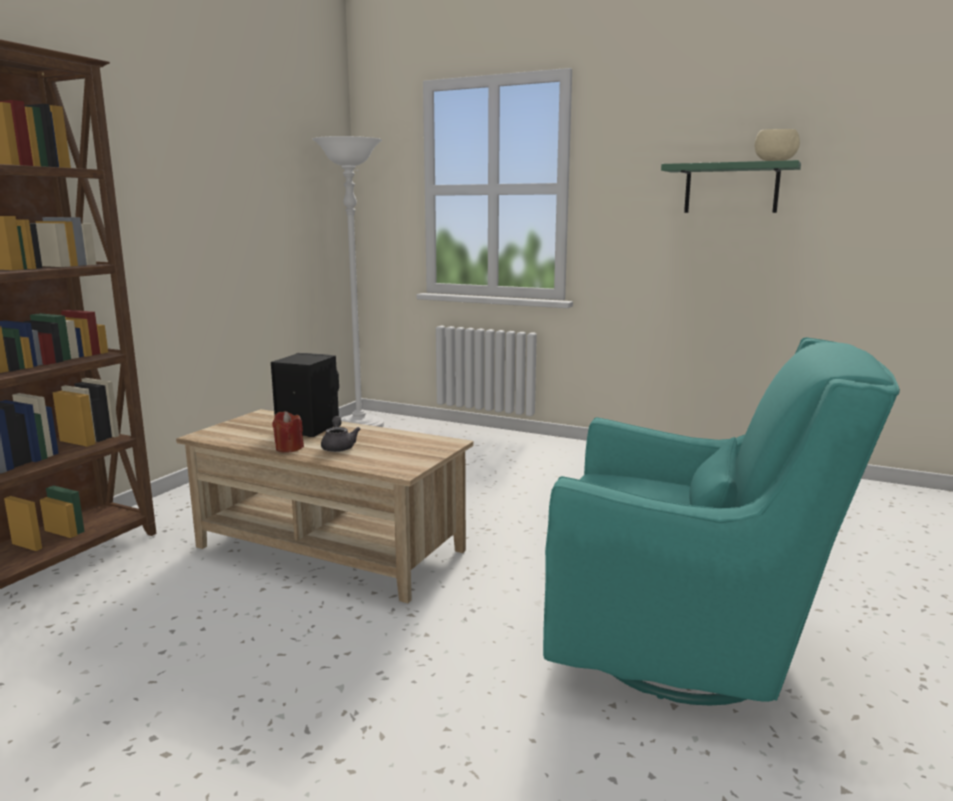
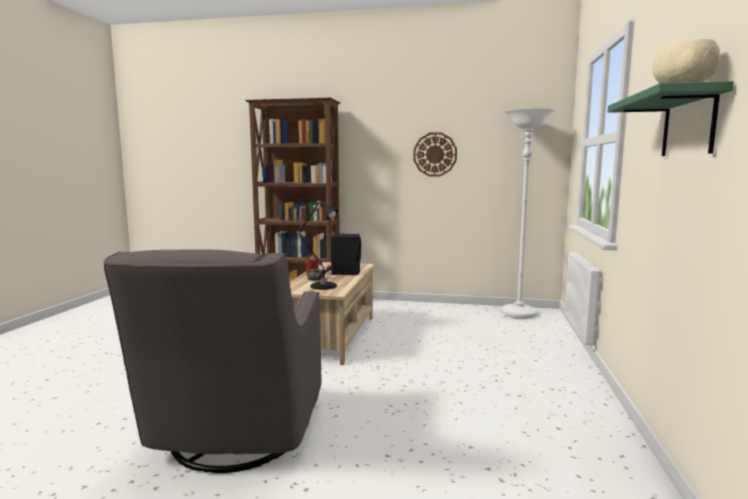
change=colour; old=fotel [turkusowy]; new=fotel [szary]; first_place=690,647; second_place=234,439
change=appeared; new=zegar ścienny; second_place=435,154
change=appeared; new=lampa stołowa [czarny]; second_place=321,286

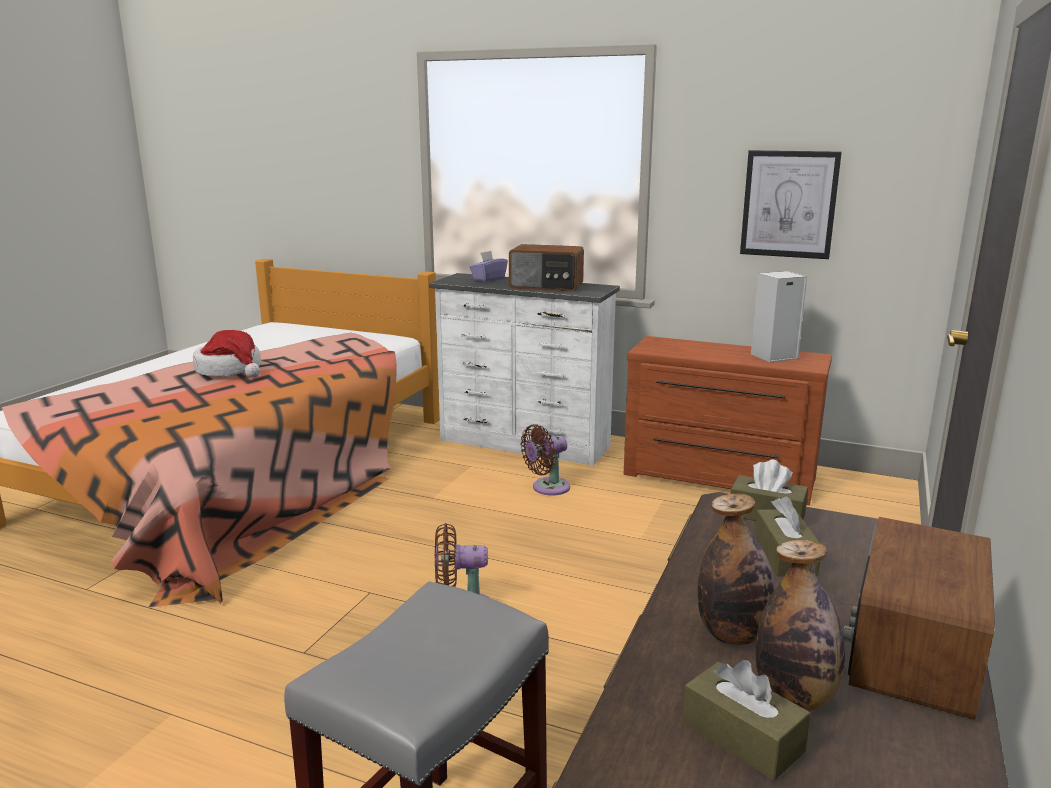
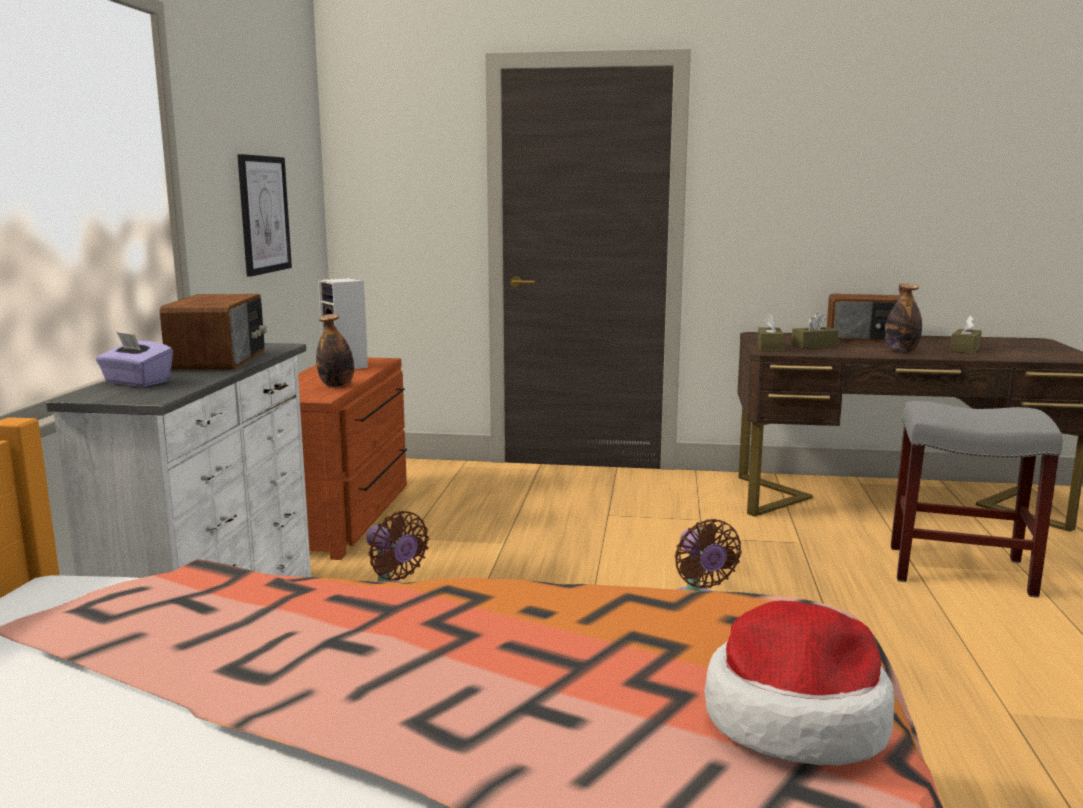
change=relocated; old=kapelusz; first_place=230,370; second_place=795,718
change=relocated; old=butelka; first_place=795,697; second_place=336,385

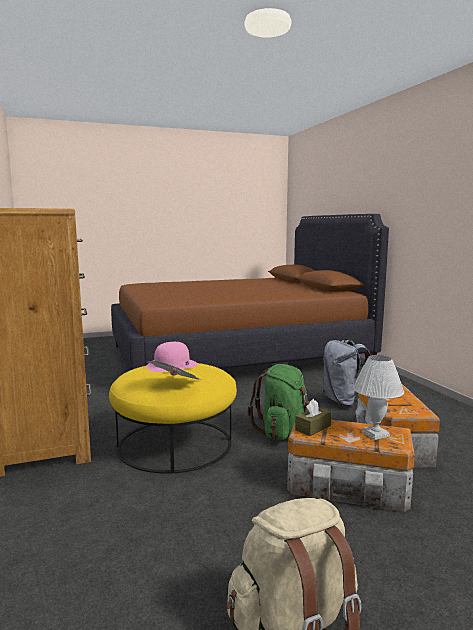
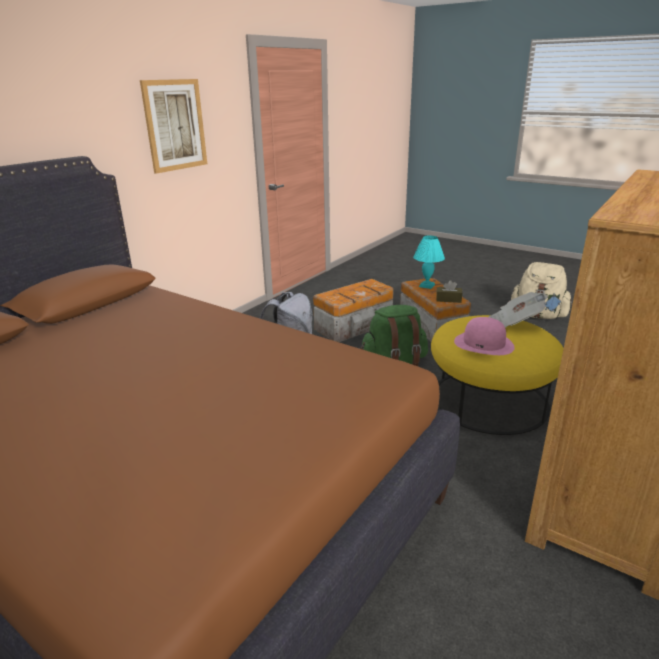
change=colour; old=lampa stołowa [biały]; new=lampa stołowa [turkusowy]; first_place=375,434; second_place=426,286
change=appeared; new=obraz; second_place=175,125

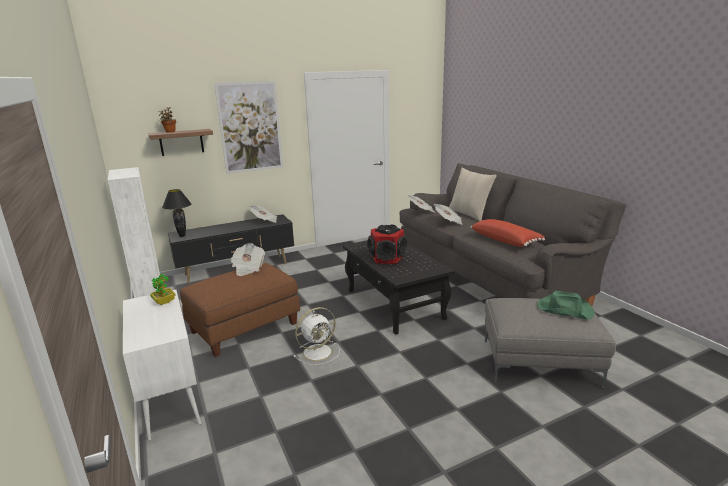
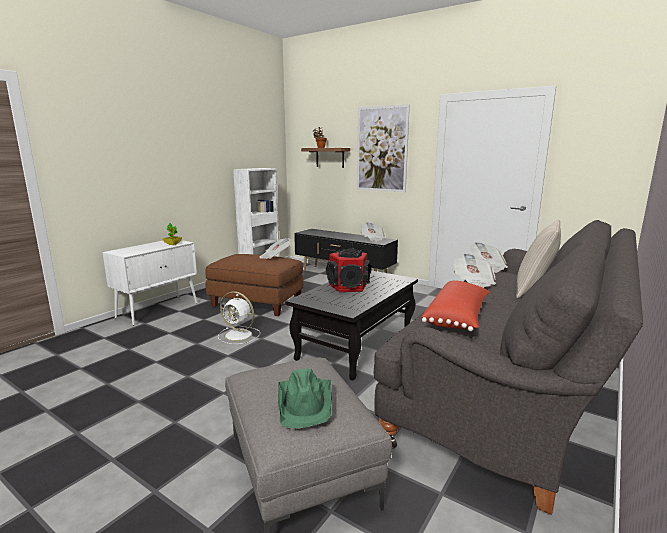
change=missing; old=lampa stołowa [czarny]; first_place=182,236

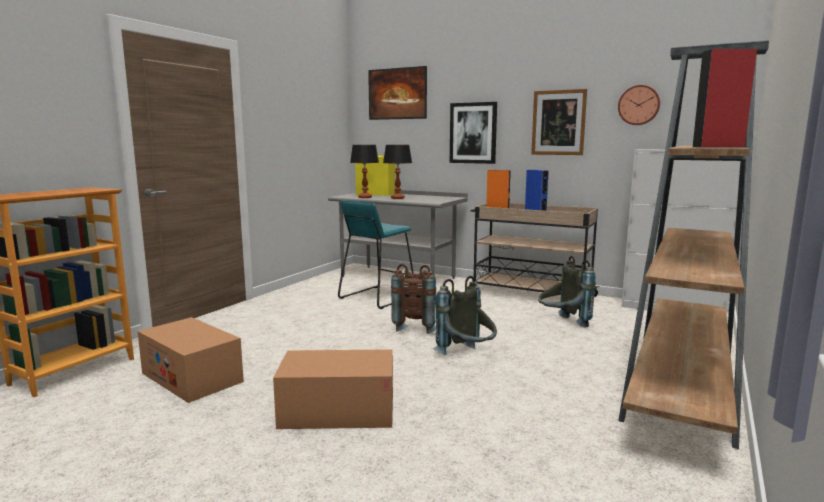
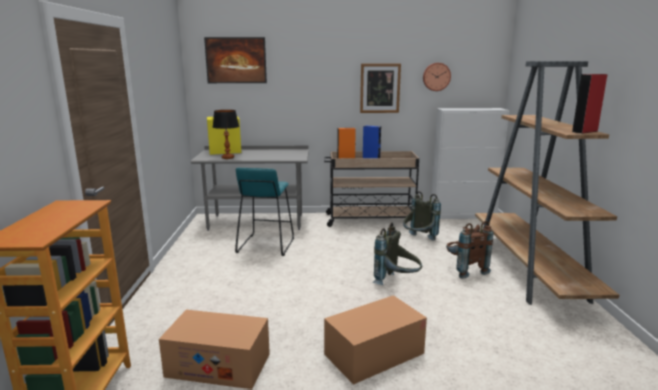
change=missing; old=obraz; first_place=473,133
change=missing; old=lampa stołowa; first_place=397,198
change=relocated; old=plecak [brązowy]; first_place=416,326; second_place=464,269

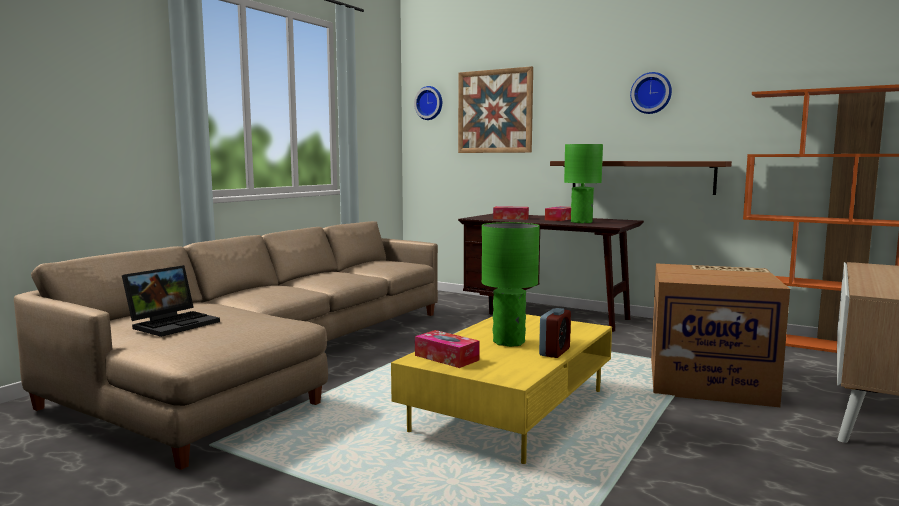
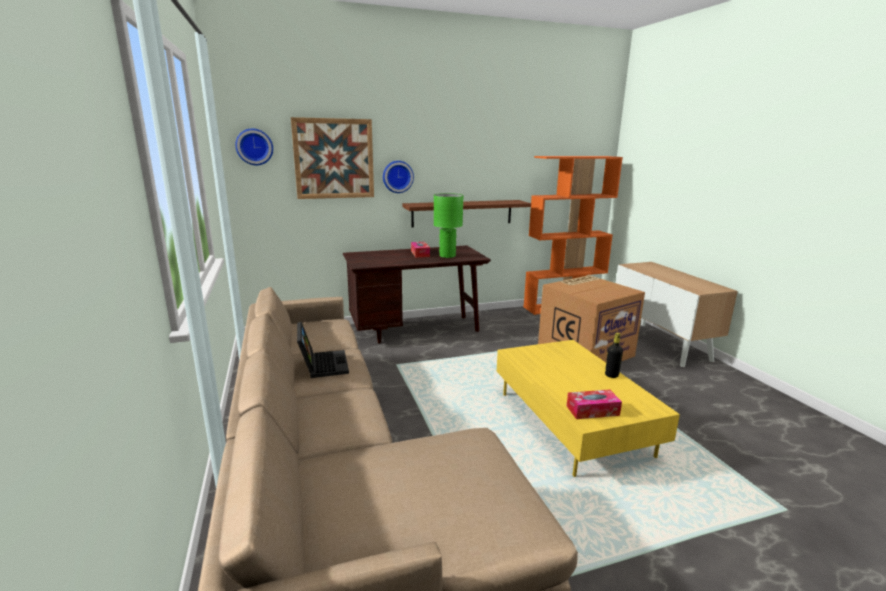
change=relocated; old=zegar ścienny; first_place=651,93; second_place=397,176
change=missing; old=pudełko chusteczek; first_place=510,218
change=missing; old=lampa stołowa [zielony]; first_place=509,342
change=relocated; old=laptop; first_place=174,323; second_place=322,364
change=exchanged; old=budzik; new=butelka [czarny]; first_place=554,352; second_place=611,375

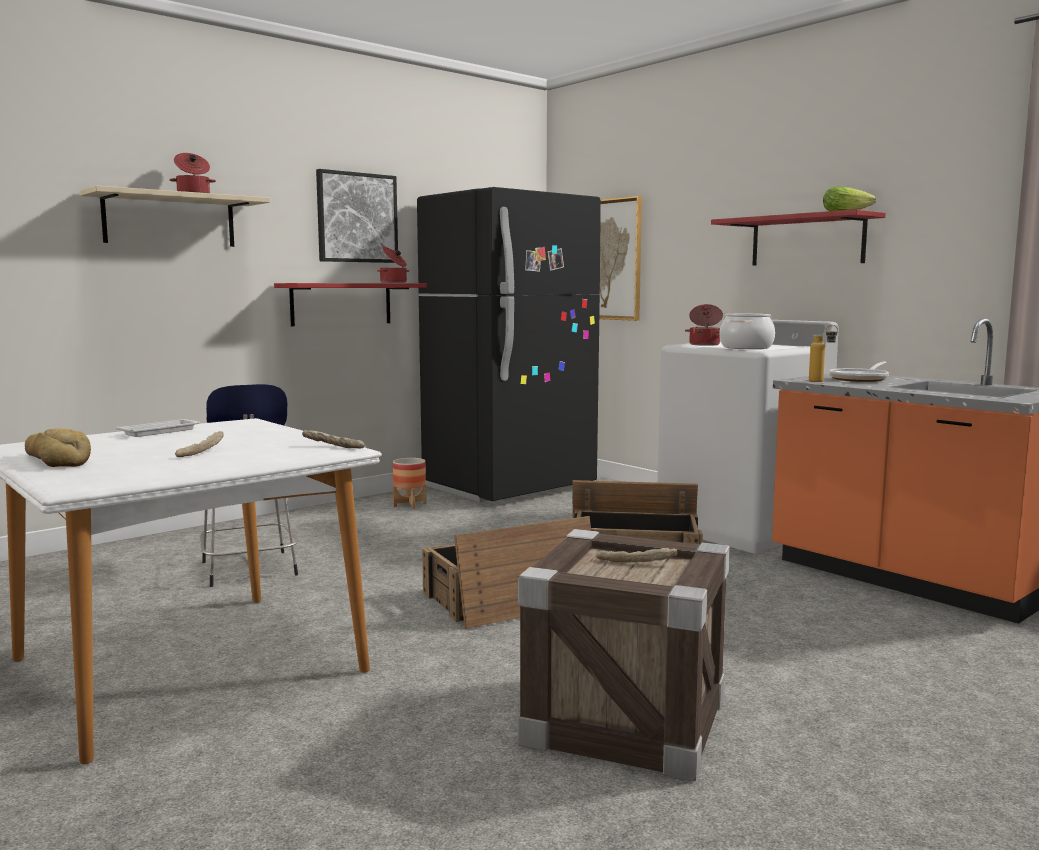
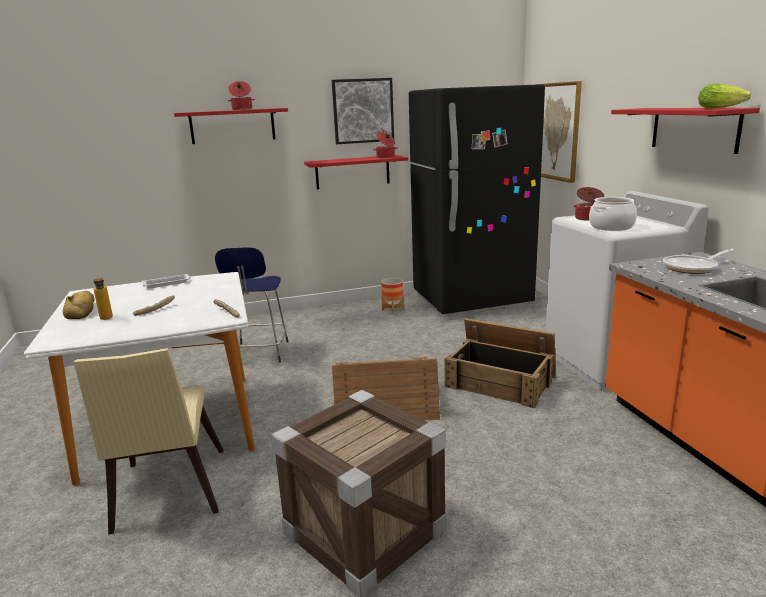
change=colour; old=półka [beżowy]; new=półka [czerwony]; first_place=170,220; second_place=232,126
change=relocated; old=butelka; first_place=821,381; second_place=106,319
change=missing; old=chleb; first_place=636,562
change=appeared; new=krzesło [beżowy]; second_place=168,494

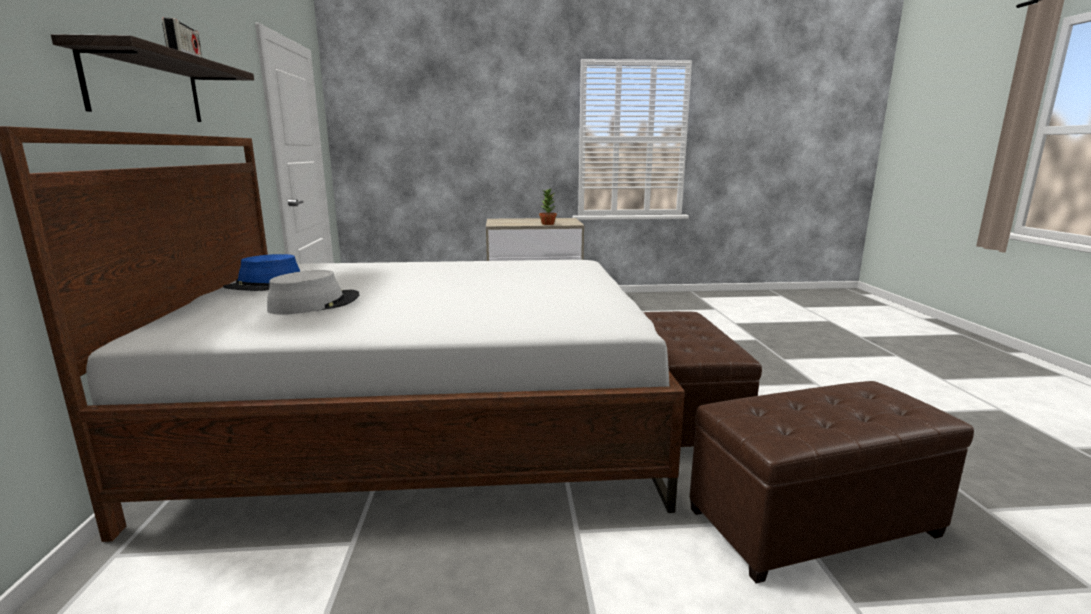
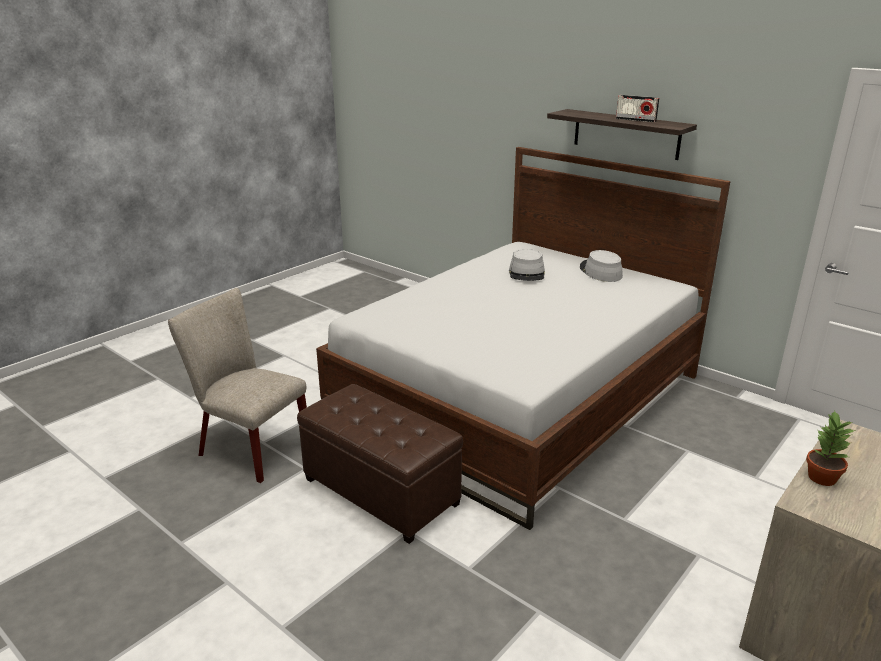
change=colour; old=kapelusz [niebieski]; new=kapelusz [szary]; first_place=265,284; second_place=600,272
change=exchanged; old=pufa [brązowy]; new=krzesło [beżowy]; first_place=813,523; second_place=248,447

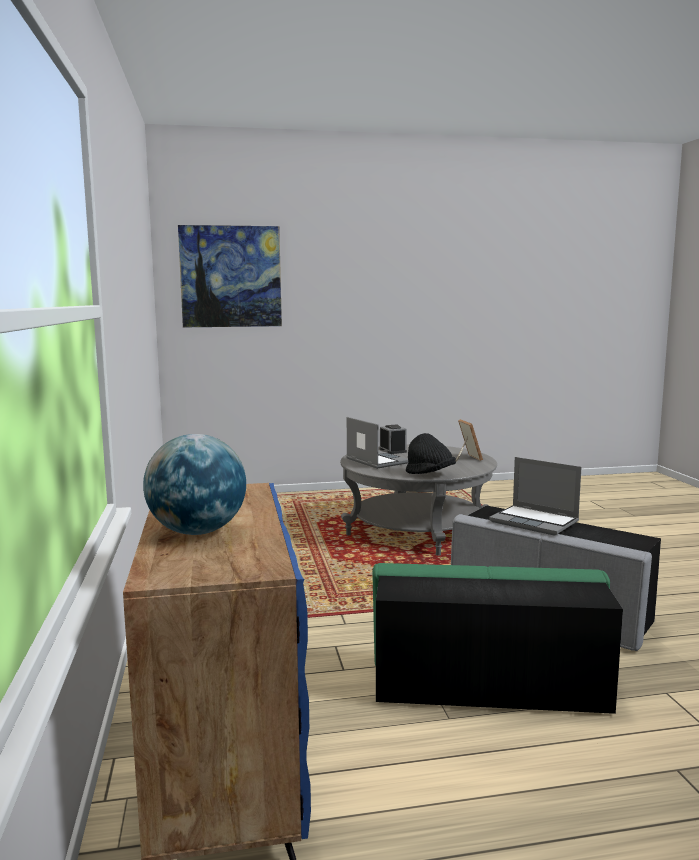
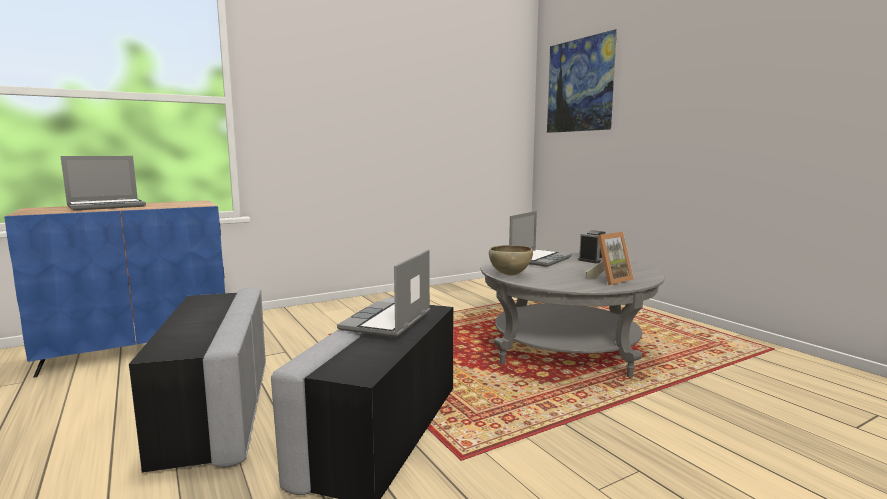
change=exchanged; old=kapelusz [czarny]; new=miska [brązowy]; first_place=430,474; second_place=510,274
change=exchanged; old=globus; new=laptop; first_place=197,532; second_place=107,206
change=colour; old=pufa [zielony]; new=pufa [szary]; first_place=489,685; second_place=217,410

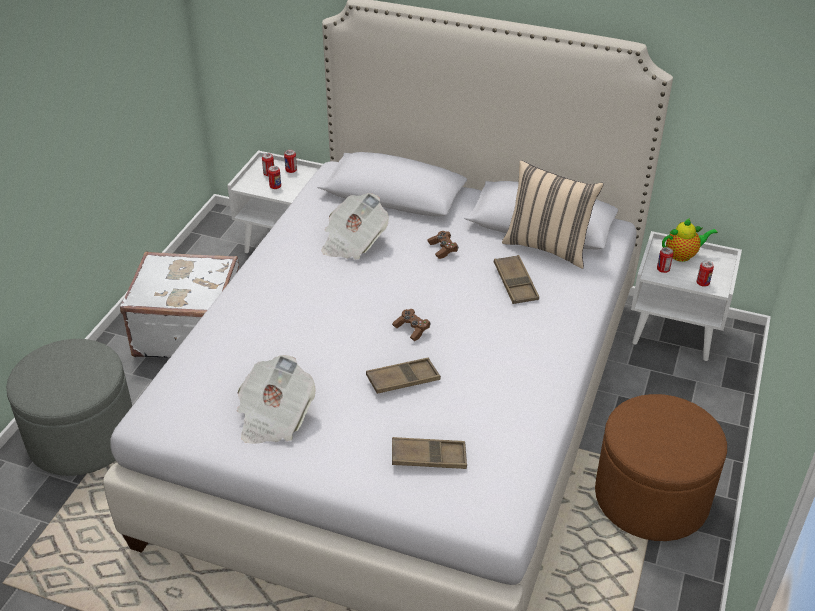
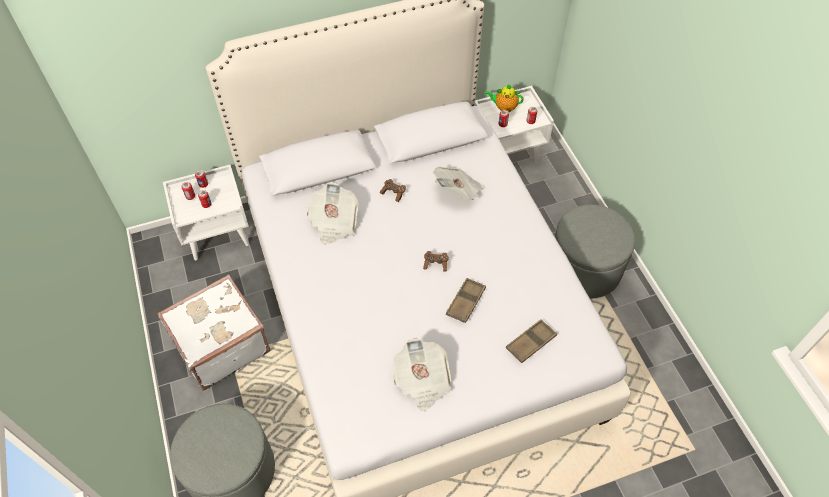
change=missing; old=poduszka [beżowy]; first_place=548,247
change=spun; old=imbryk; first_place=683,255; second_place=504,107; degrees=-120
change=exchanged; old=taca [brązowy]; new=gazeta; first_place=515,283; second_place=459,191
change=colour; old=pufa [brązowy]; new=pufa [szary]; first_place=651,497; second_place=584,268

